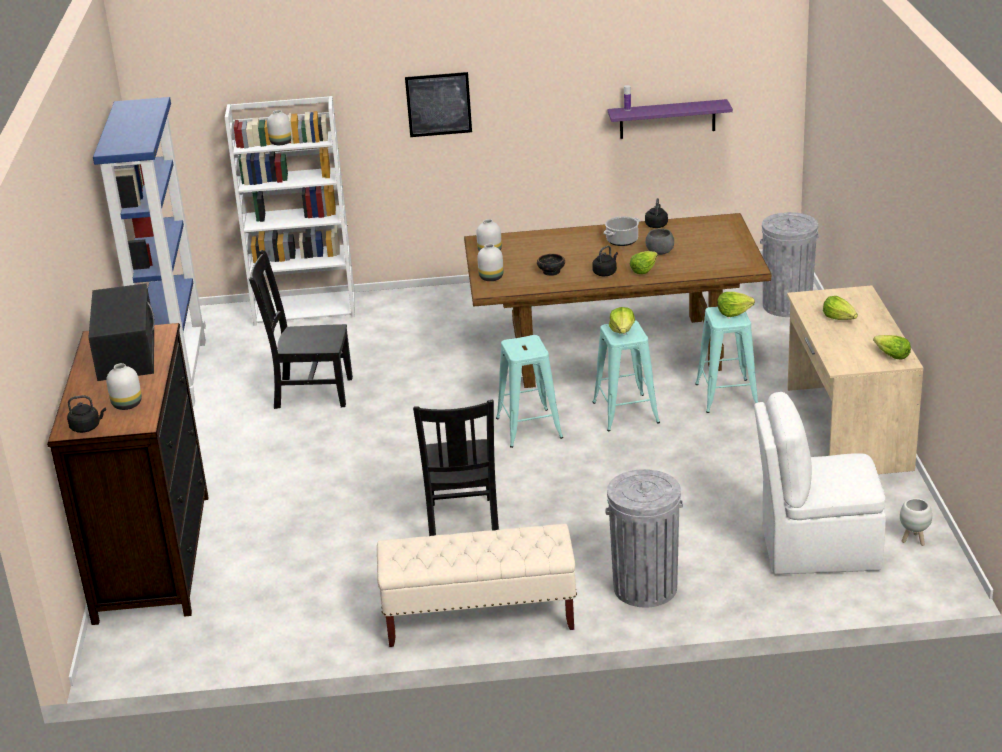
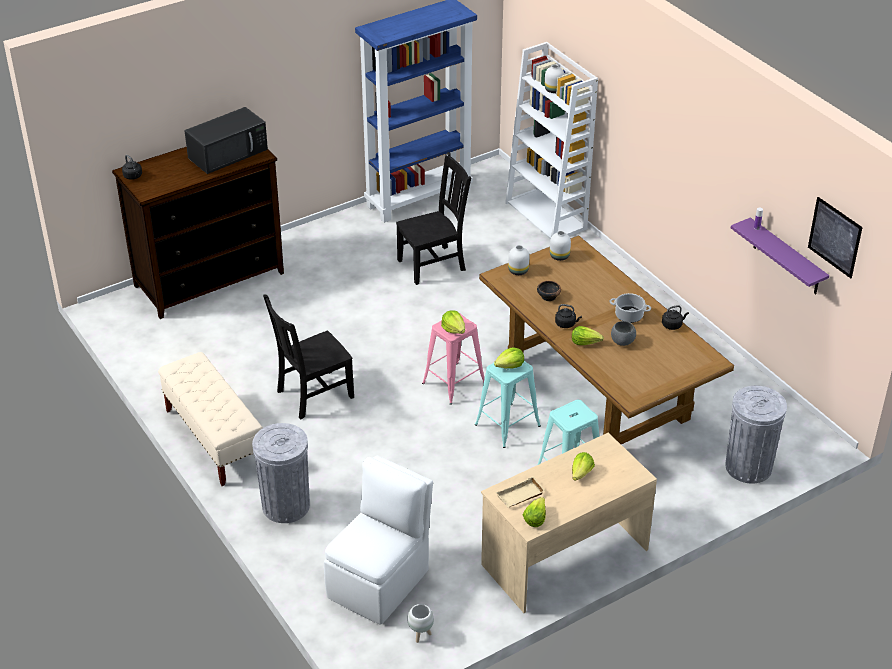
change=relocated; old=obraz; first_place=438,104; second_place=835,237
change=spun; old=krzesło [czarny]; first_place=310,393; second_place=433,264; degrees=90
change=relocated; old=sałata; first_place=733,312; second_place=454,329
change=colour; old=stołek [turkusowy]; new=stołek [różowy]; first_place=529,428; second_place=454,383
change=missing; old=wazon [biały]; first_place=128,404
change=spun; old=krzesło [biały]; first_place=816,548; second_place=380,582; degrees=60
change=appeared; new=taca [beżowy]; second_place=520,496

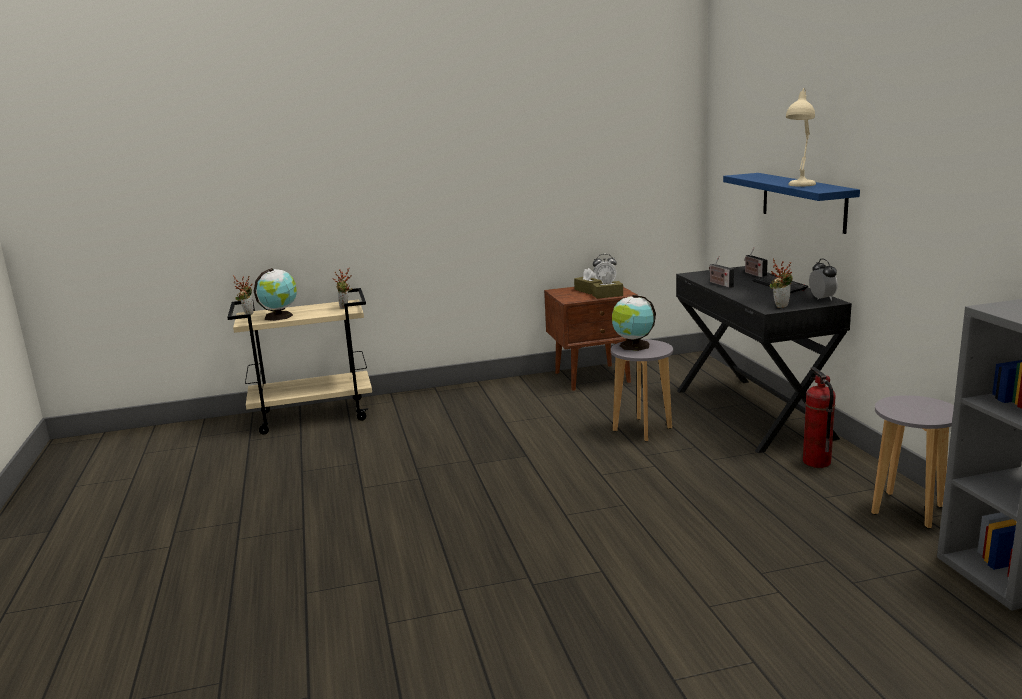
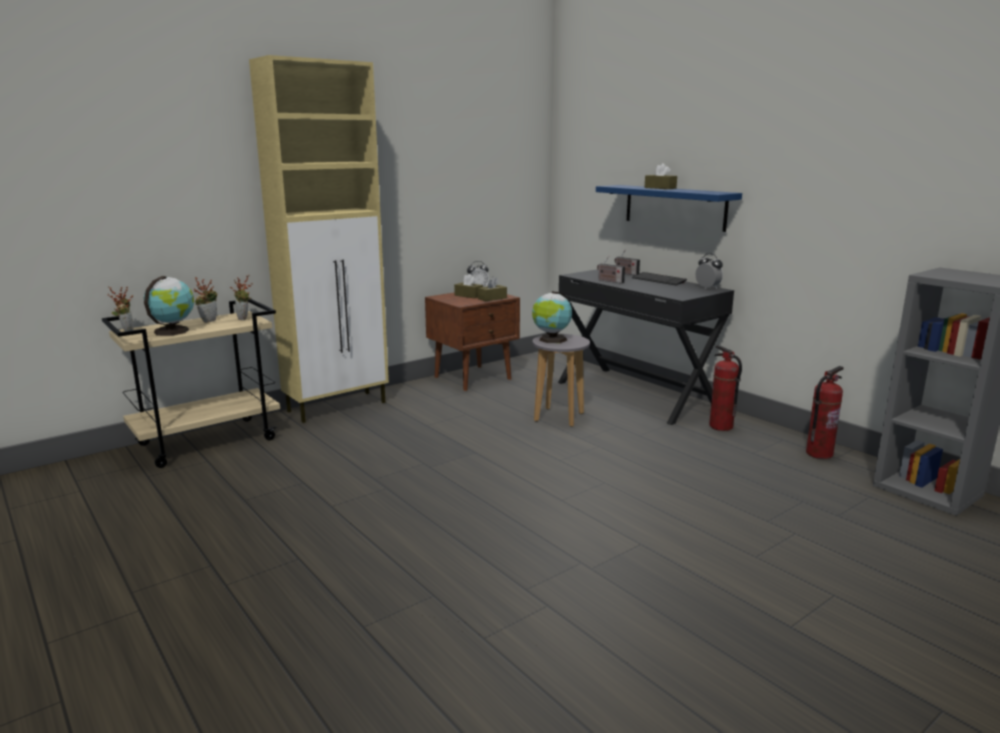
change=missing; old=lampa stołowa [beżowy]; first_place=798,186
change=relocated; old=roślina doniczkowa; first_place=780,305; second_place=208,320
change=exchanged; old=stołek [szary]; new=gaśnica; first_place=907,510; second_place=819,453
change=appeared; new=szafka [beżowy]; second_place=338,406
change=appeared; new=pudełko chusteczek [brązowy]; second_place=660,188

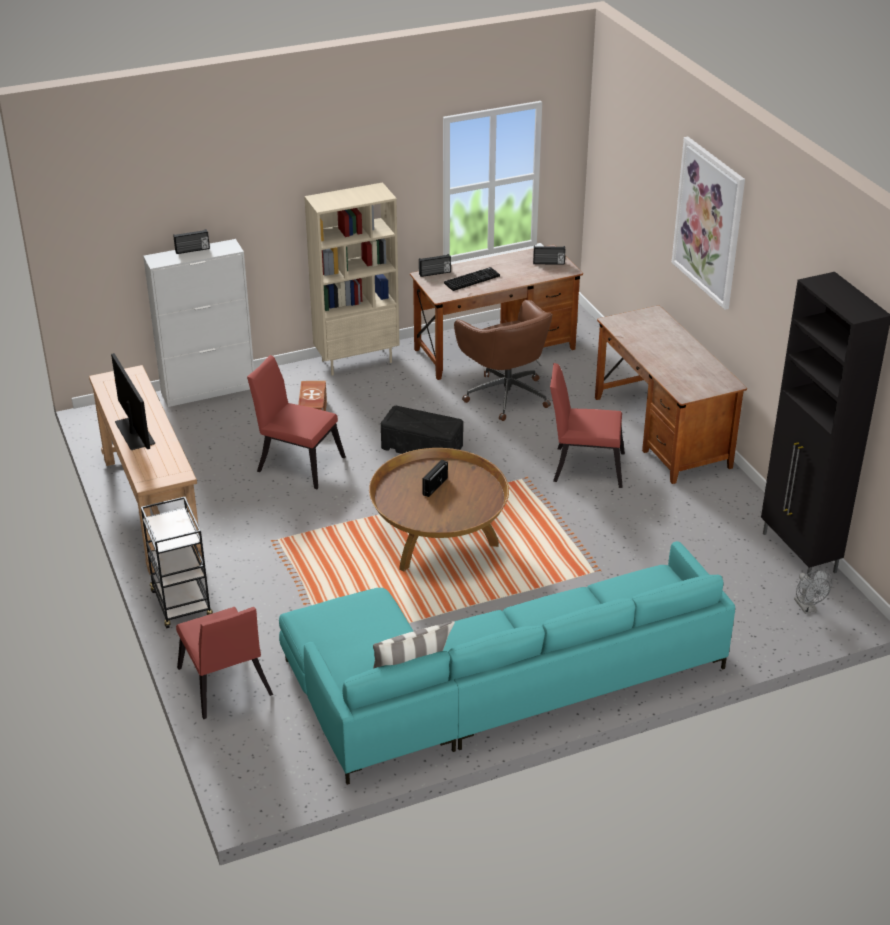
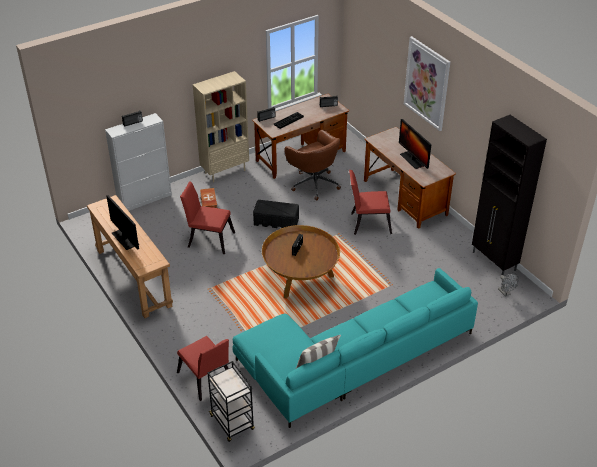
change=relocated; old=wózek [czarny]; first_place=182,605; second_place=232,423
change=appeared; new=monitor; second_place=413,159

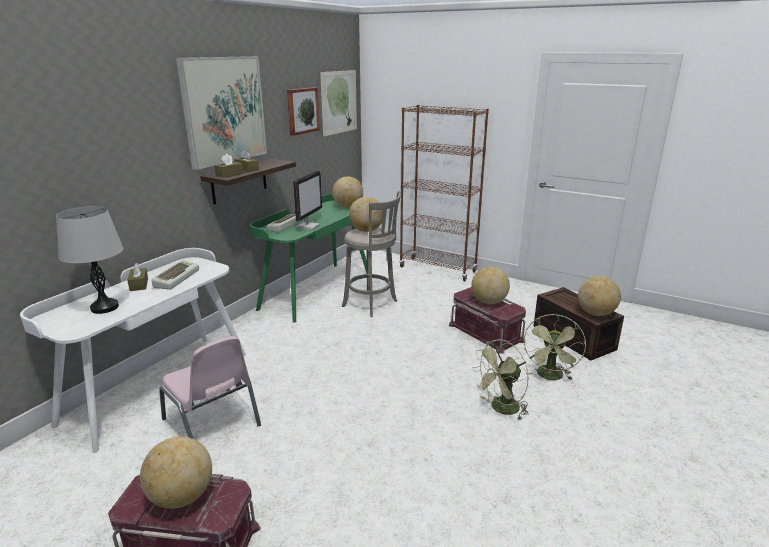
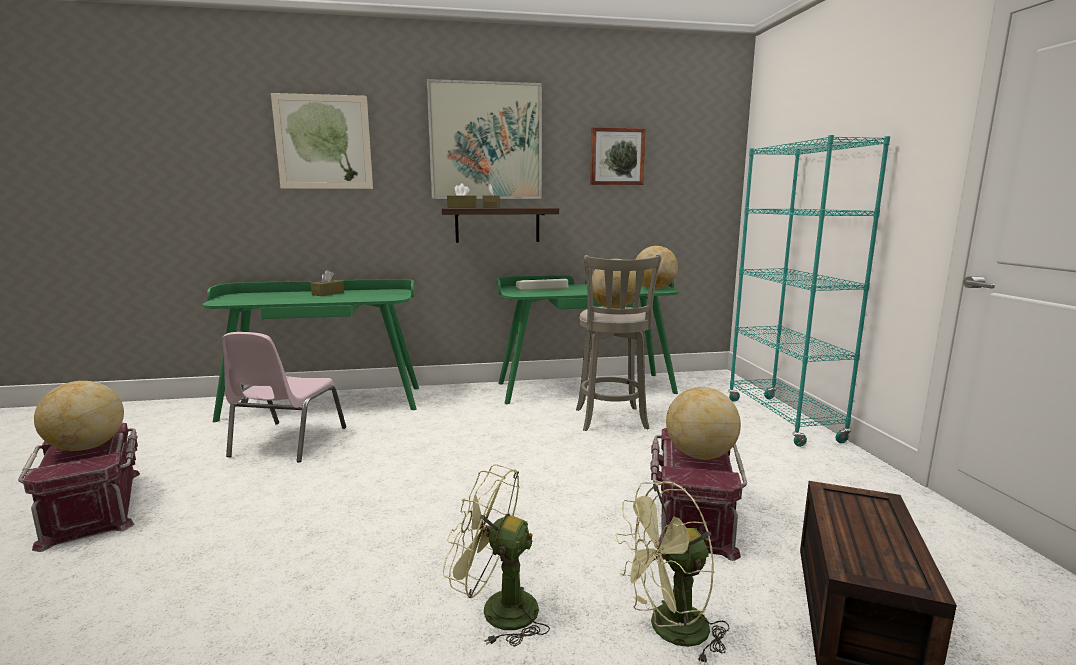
change=relocated; old=obraz; first_place=339,102; second_place=323,142
change=colour; old=regał [brązowy]; new=regał [turkusowy]; first_place=438,269; second_place=783,420
change=missing; old=monitor; first_place=308,226
change=missing; old=lampa stołowa [szary]; first_place=104,308
change=colour; old=biurko [biały]; new=biurko [zielony]; first_place=157,386; second_place=324,402
change=missing; old=klawiatura; first_place=176,278
change=missing; old=globus; first_place=596,313

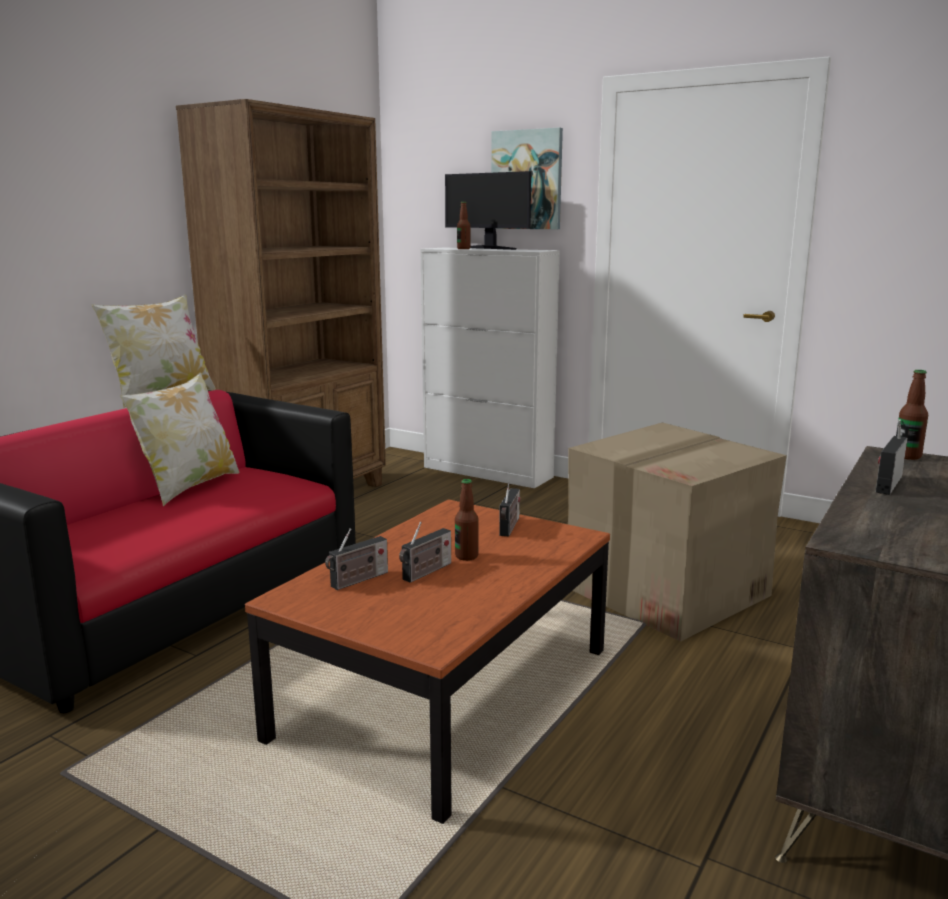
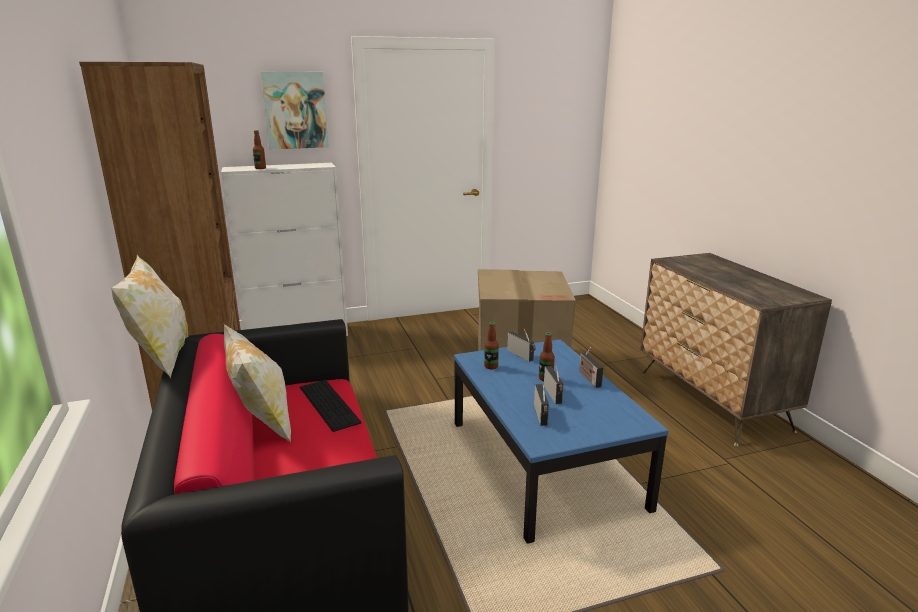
change=missing; old=monitor; first_place=488,248
change=relocated; old=butelka; first_place=907,456; second_place=491,366
change=relocated; old=radio; first_place=888,483; second_place=588,378
change=colour; old=ława [brązowy]; new=ława [niebieski]; first_place=446,692; second_place=543,463
change=appeared; new=klawiatura; second_place=329,404

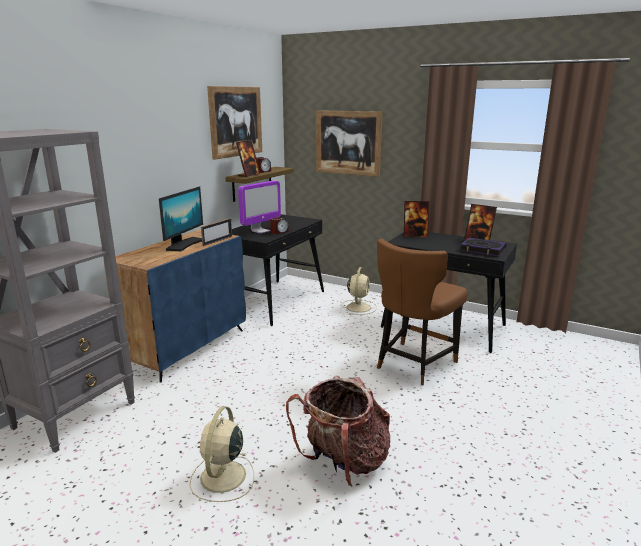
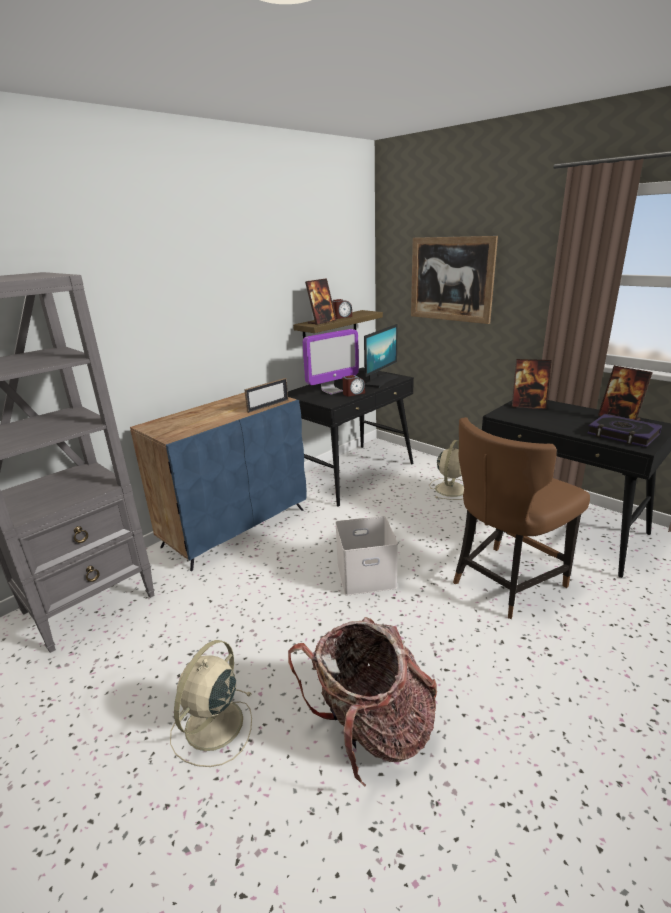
change=missing; old=obraz; first_place=236,121
change=relocated; old=monitor; first_place=184,244; second_place=380,381
change=appeared; new=pojemnik do przechowywania [biały]; second_place=367,574

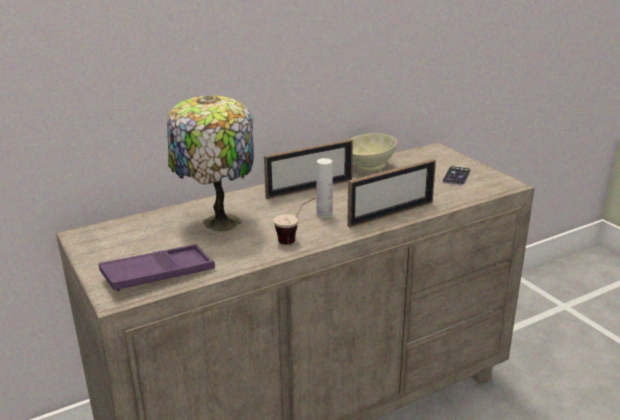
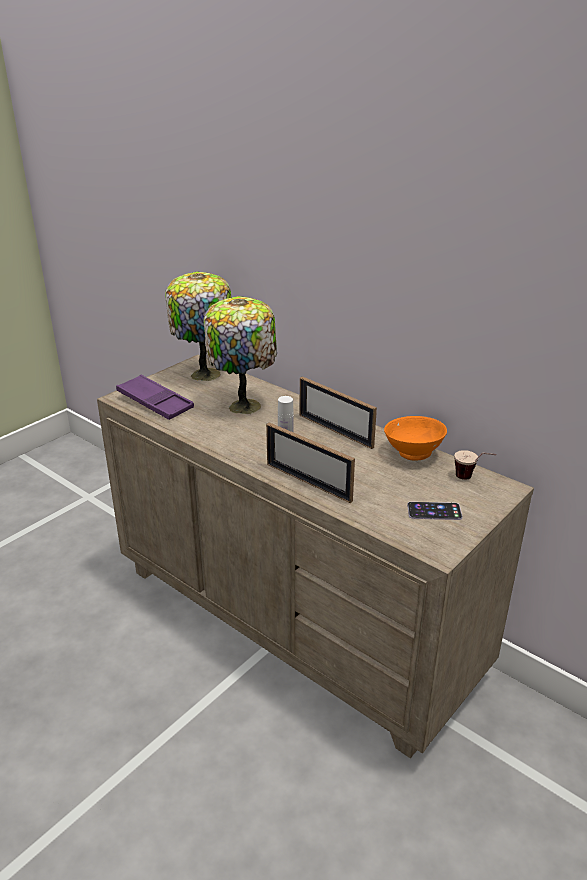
change=colour; old=miska [beżowy]; new=miska [pomarańczowy]; first_place=368,167; second_place=413,452
change=relocated; old=filiżanka; first_place=295,239; second_place=471,479
change=appeared; new=lampa stołowa; second_place=205,373

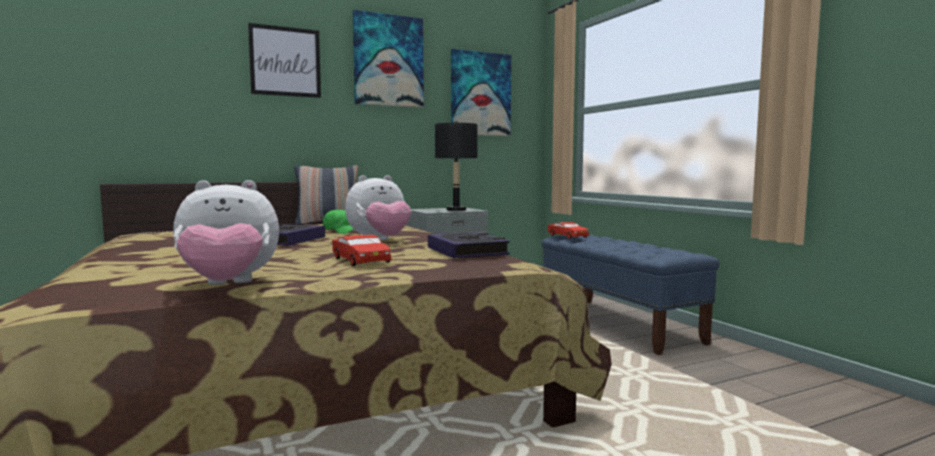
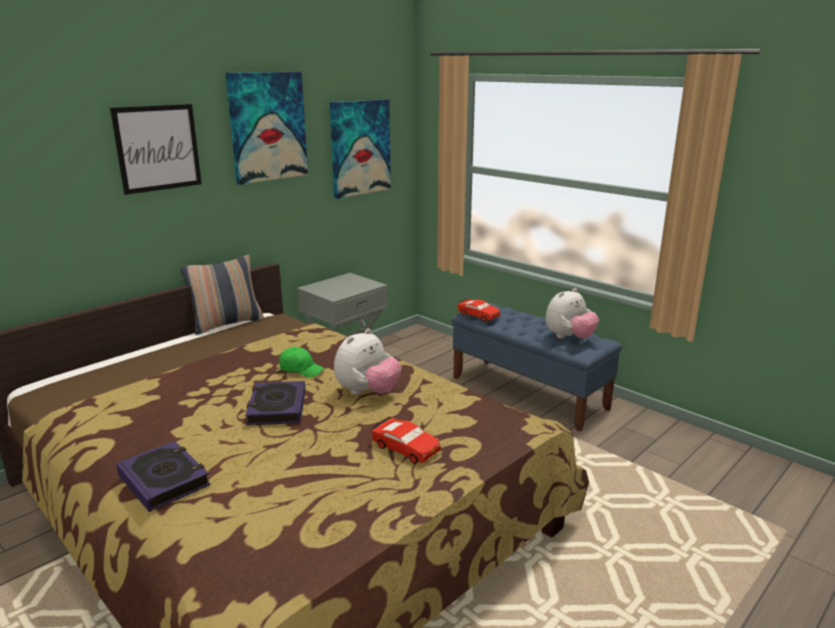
change=missing; old=lampa stołowa [czarny]; first_place=456,210
change=relocated; old=pluszak; first_place=228,285; second_place=569,337
change=relocated; old=książka; first_place=467,251; second_place=164,480

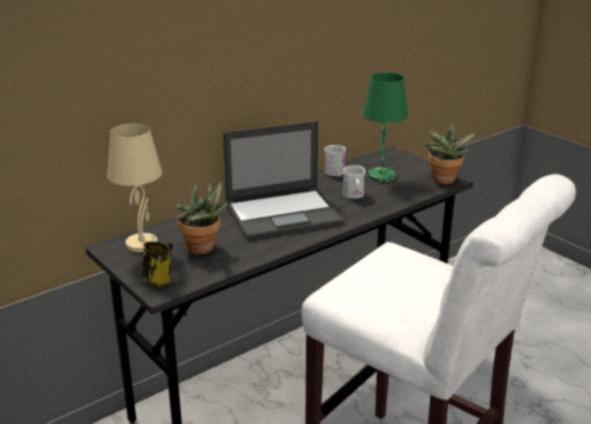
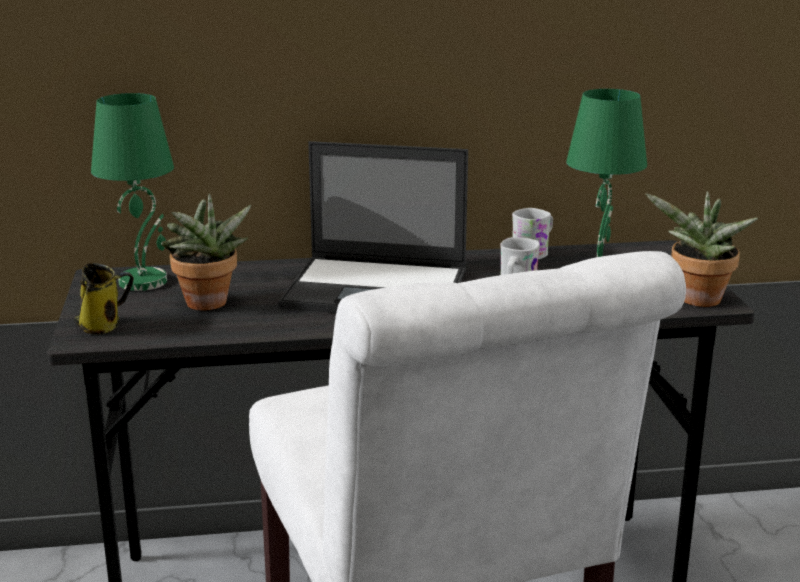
change=colour; old=lampa stołowa [beżowy]; new=lampa stołowa [zielony]; first_place=141,244; second_place=143,281

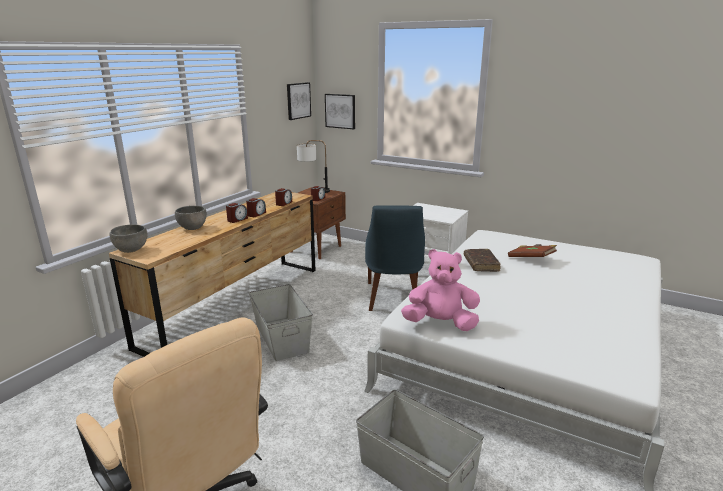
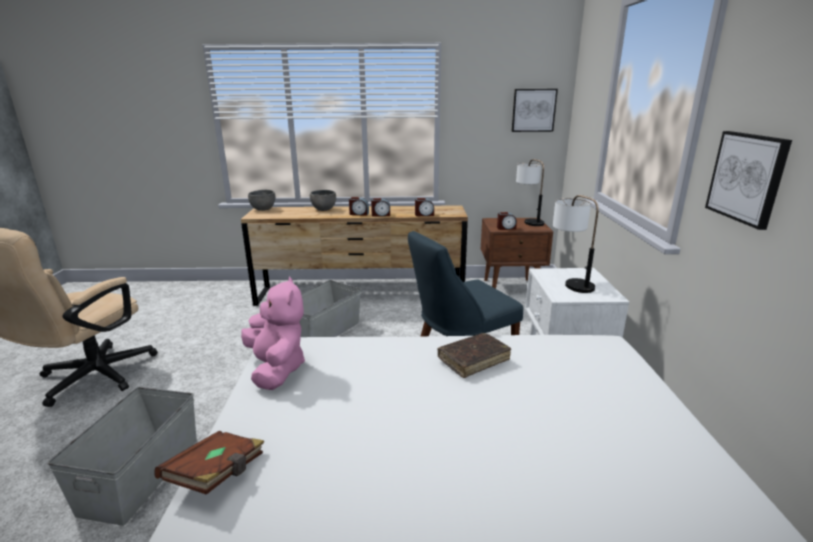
change=relocated; old=obraz; first_place=340,111; second_place=747,177
change=relocated; old=książka [brązowy]; first_place=531,259; second_place=218,474
change=appeared; new=lampa stołowa; second_place=570,281

